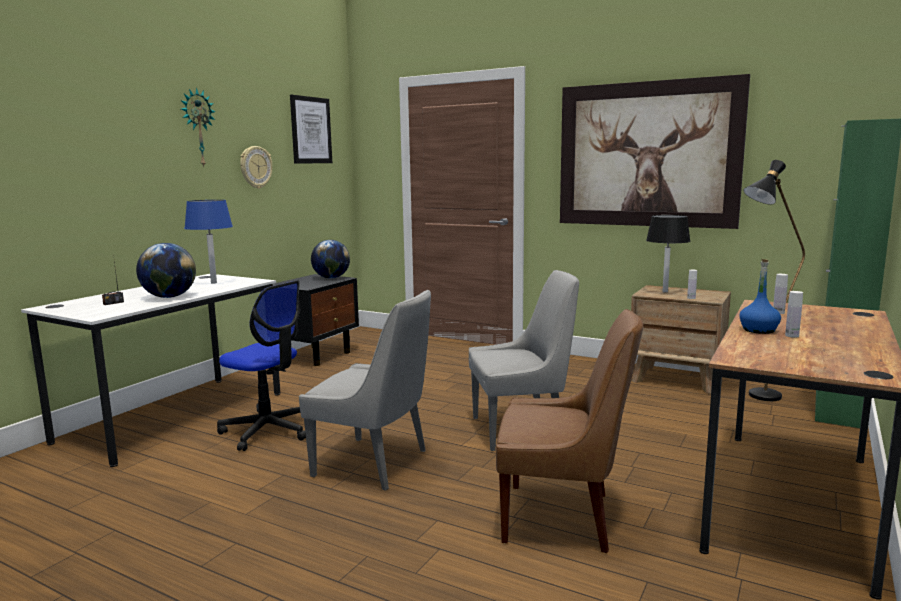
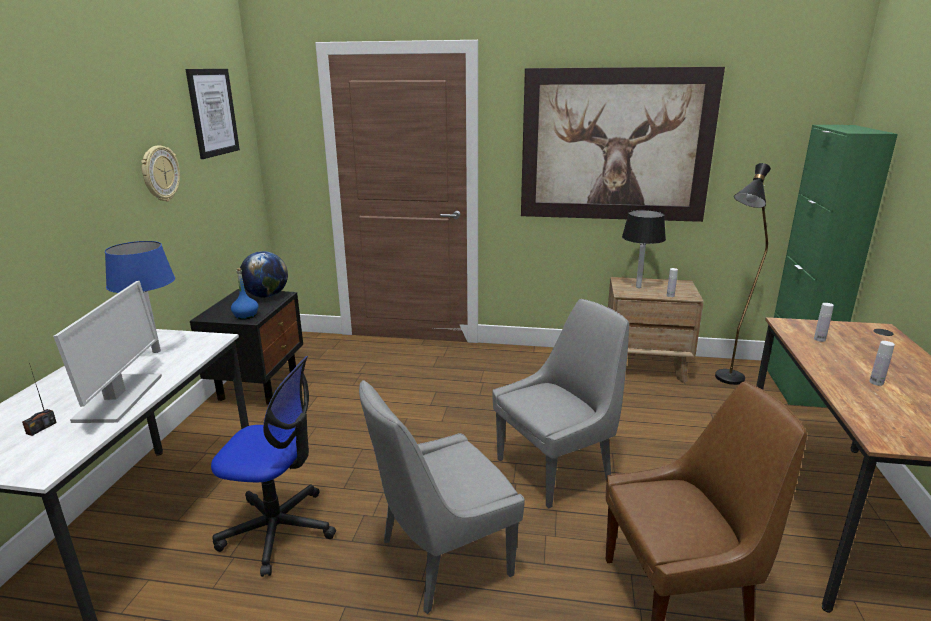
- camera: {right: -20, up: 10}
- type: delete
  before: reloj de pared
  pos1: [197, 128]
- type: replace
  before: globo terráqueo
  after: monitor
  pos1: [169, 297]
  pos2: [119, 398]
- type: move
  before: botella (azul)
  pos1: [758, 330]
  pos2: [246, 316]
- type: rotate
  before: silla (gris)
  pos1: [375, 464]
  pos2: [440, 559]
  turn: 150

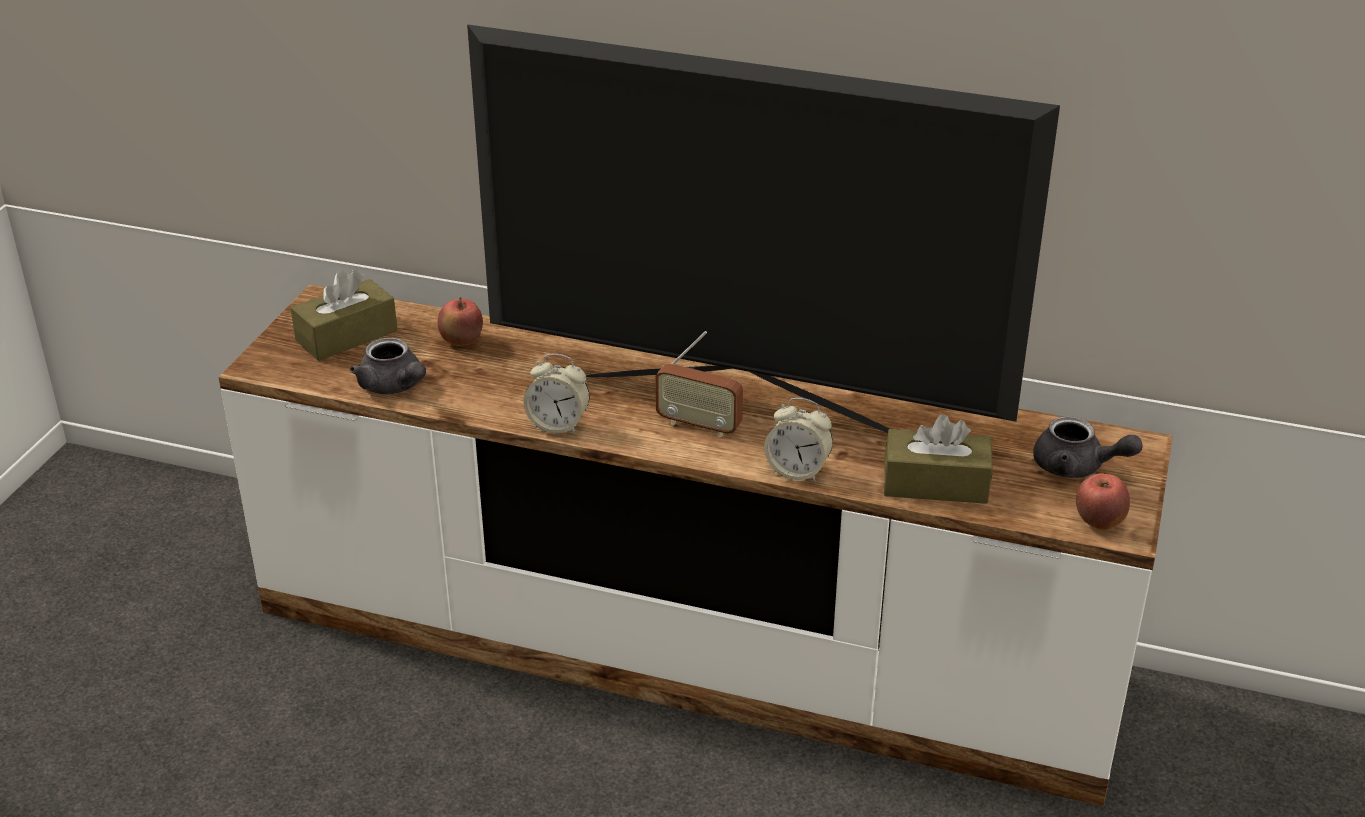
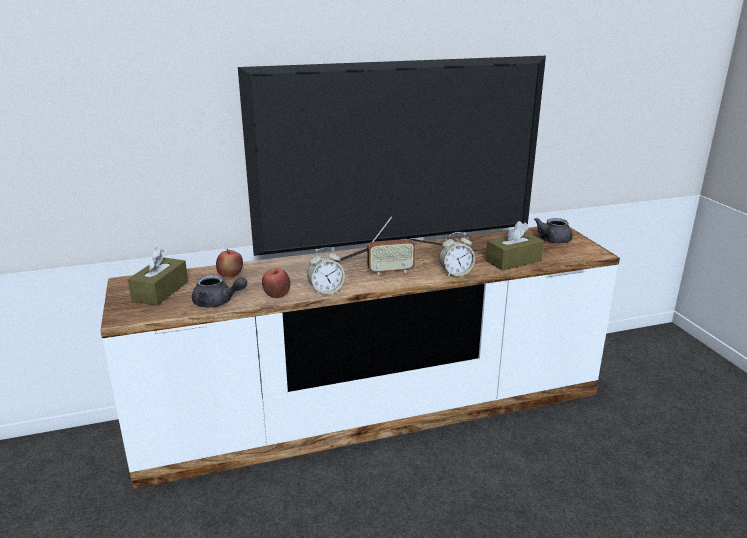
- camera: {right: -35, up: -10}
- type: rotate
  before: tetera (gris)
  pos1: [1077, 467]
  pos2: [551, 240]
  turn: 135
- type: move
  before: manzana
  pos1: [1098, 523]
  pos2: [277, 296]

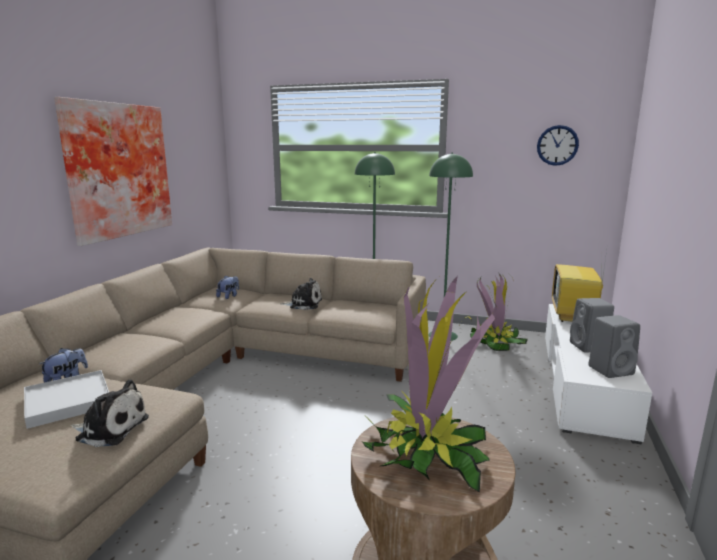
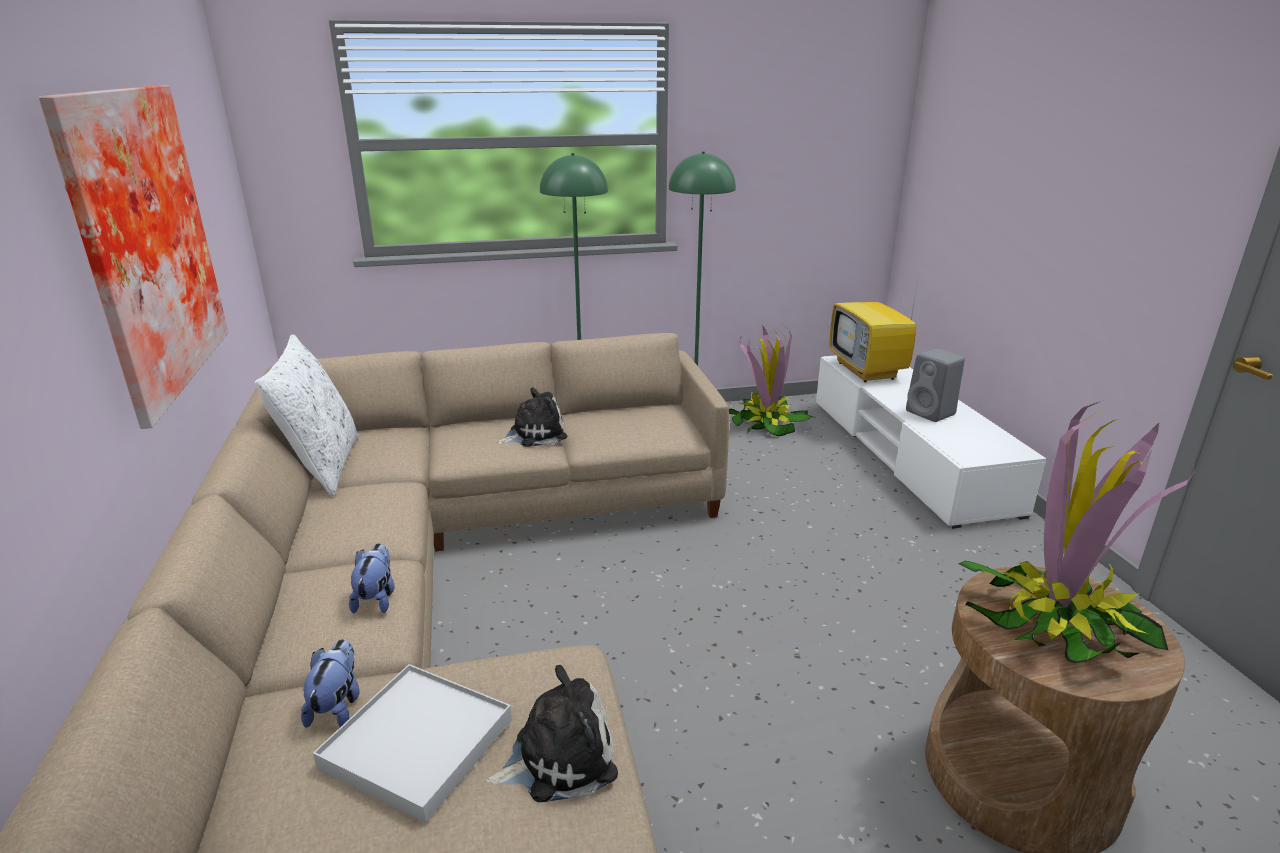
- camera: {right: -30, up: 10}
- type: delete
  before: reloj de pared
  pos1: [557, 145]
- type: move
  before: peluche
  pos1: [229, 296]
  pos2: [377, 598]
- type: delete
  before: altavoz (gris)
  pos1: [611, 370]
- type: insert
  after: cojín (blanco)
  pos2: [323, 466]

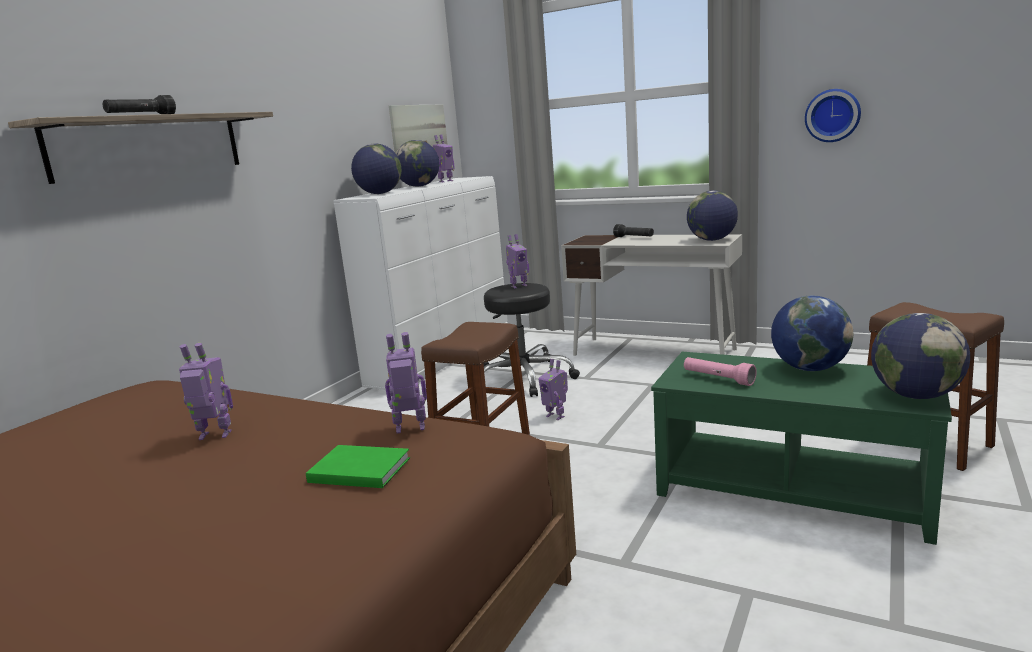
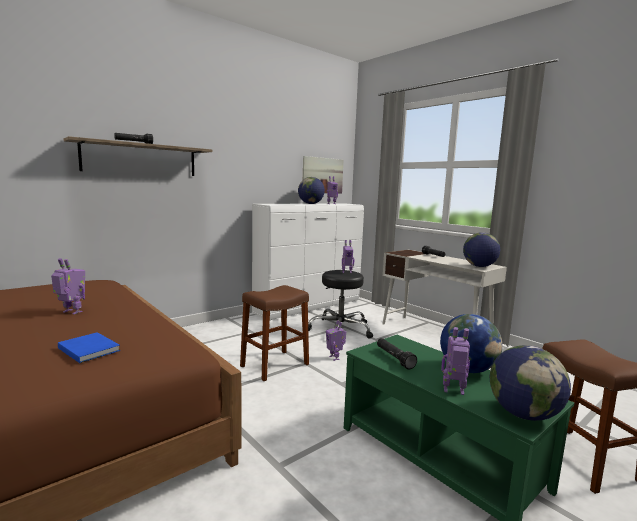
- camera: {right: 20, up: -5}
- type: delete
  before: reloj de pared
  pos1: [832, 115]
- type: delete
  before: globo terráqueo
  pos1: [379, 194]
- type: move
  before: robot de juguete
  pos1: [410, 429]
  pos2: [453, 391]
- type: recolor
  before: linterna (rosa)
  after: linterna (negro)
  pos1: [718, 379]
  pos2: [394, 358]
- type: recolor
  before: libro (verde)
  after: libro (azul)
  pos1: [358, 469]
  pos2: [89, 349]

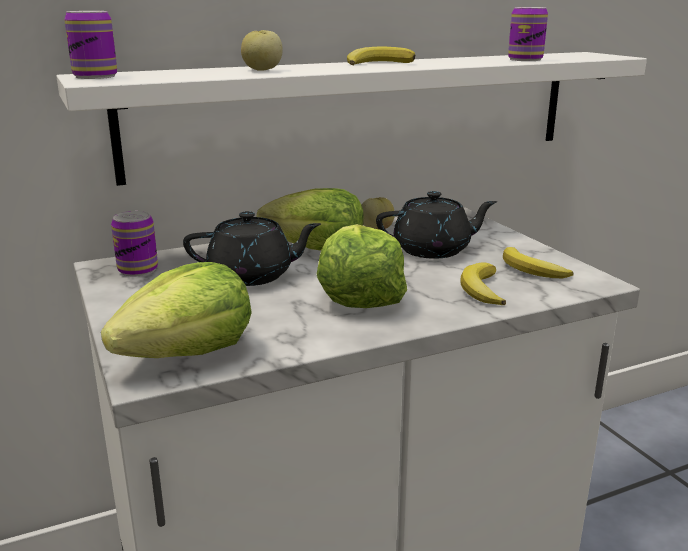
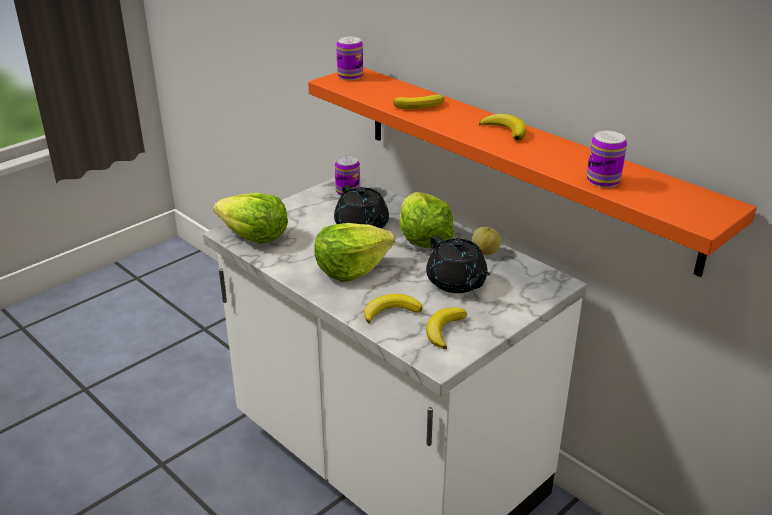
- camera: {right: 70, up: 10}
- type: replace
  before: manzana
  after: plátano
  pos1: [262, 70]
  pos2: [421, 105]
- type: recolor
  before: estante (blanco)
  after: estante (naranja)
  pos1: [362, 111]
  pos2: [519, 161]

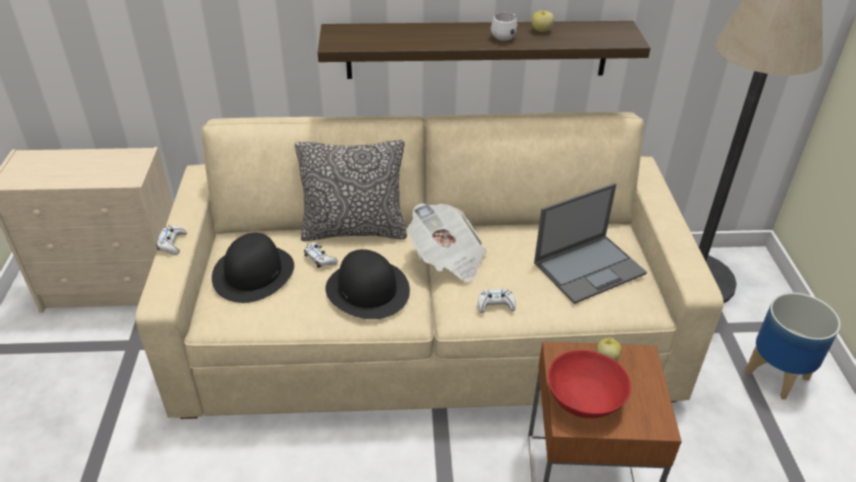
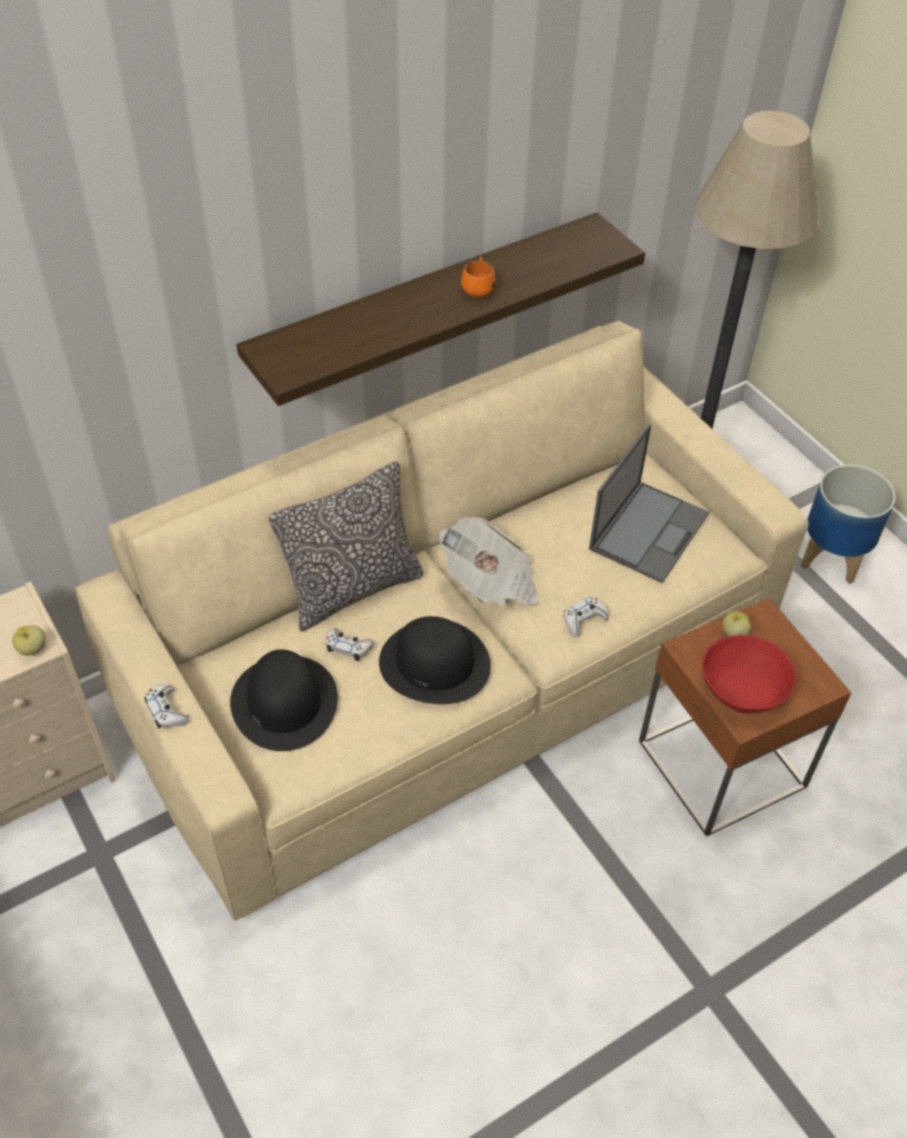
- camera: {right: -30, up: 10}
- type: move
  before: manzana
  pos1: [541, 31]
  pos2: [32, 649]
- type: recolor
  before: taza grande (blanco)
  after: taza grande (naranja)
  pos1: [505, 36]
  pos2: [478, 288]

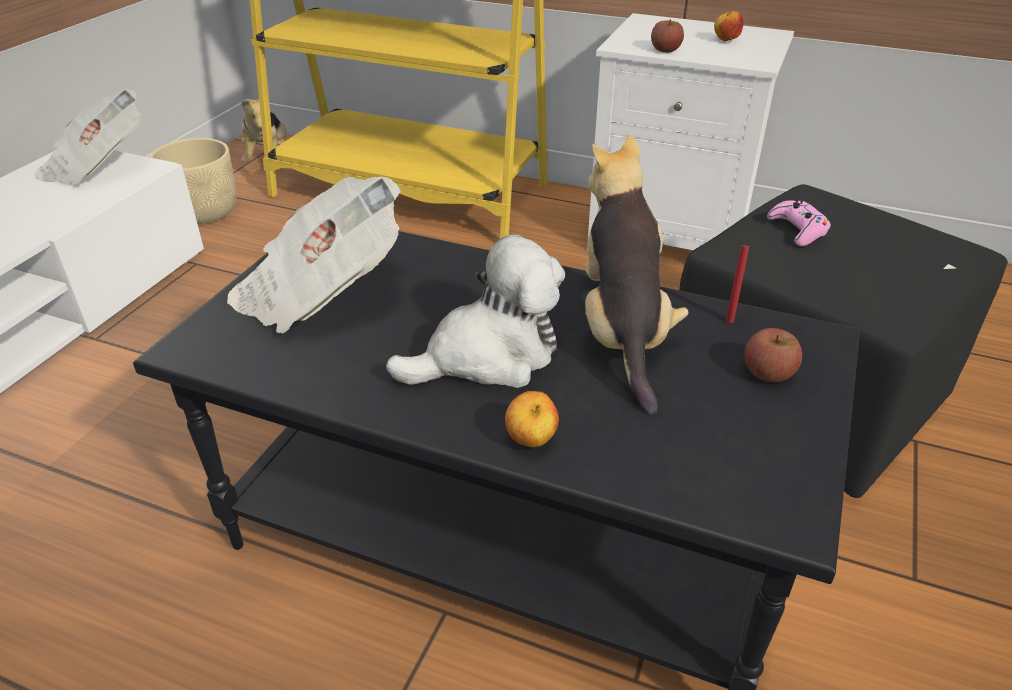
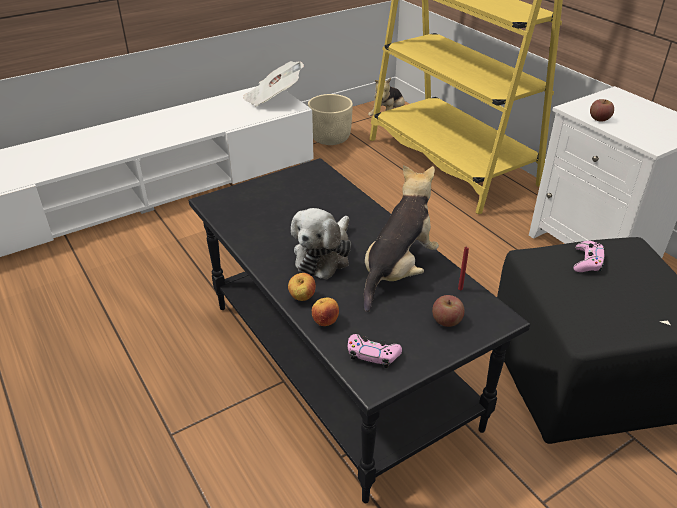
- camera: {right: 35, up: 0}
- type: move
  before: manzana
  pos1: [726, 41]
  pos2: [325, 322]
- type: delete
  before: periódico
  pos1: [319, 292]
- type: rotate
  before: peluche
  pos1: [488, 356]
  pos2: [324, 255]
  turn: 105
- type: insert
  after: mando de consola (rosa)
  pos2: [373, 354]

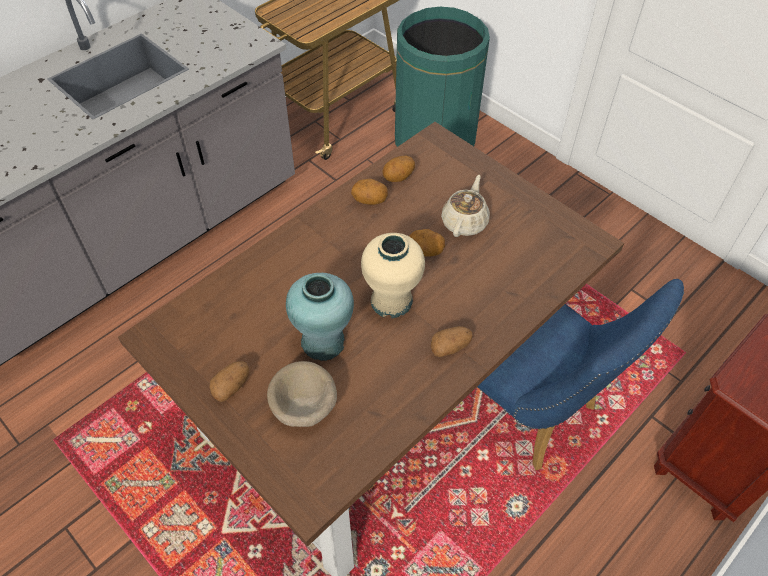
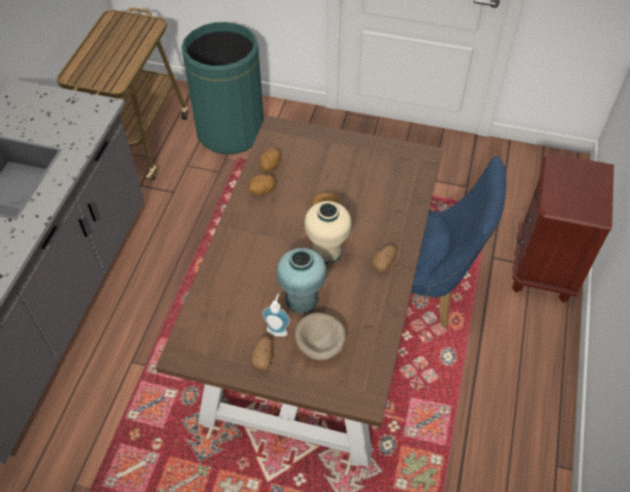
- camera: {right: -30, up: 0}
- type: delete
  before: tetera (beis)
  pos1: [465, 222]
- type: insert
  after: dispensador de jabón
  pos2: [278, 329]

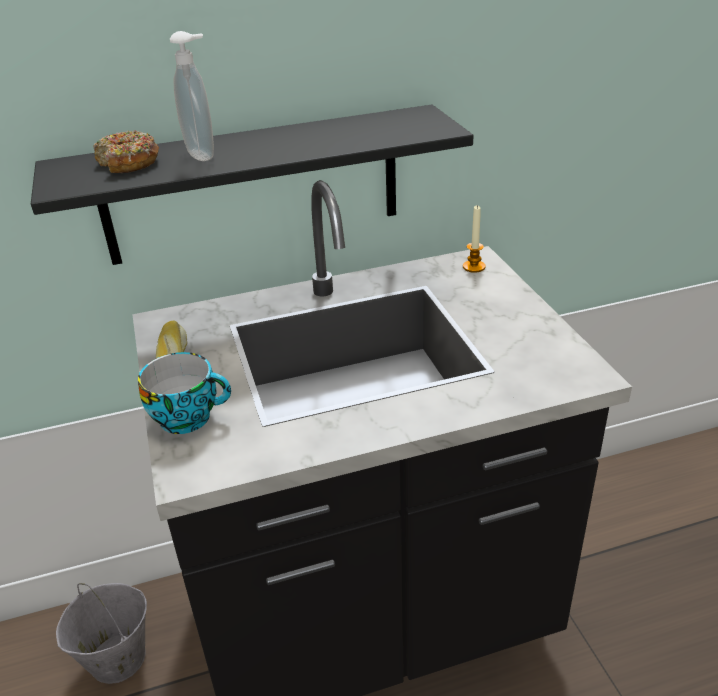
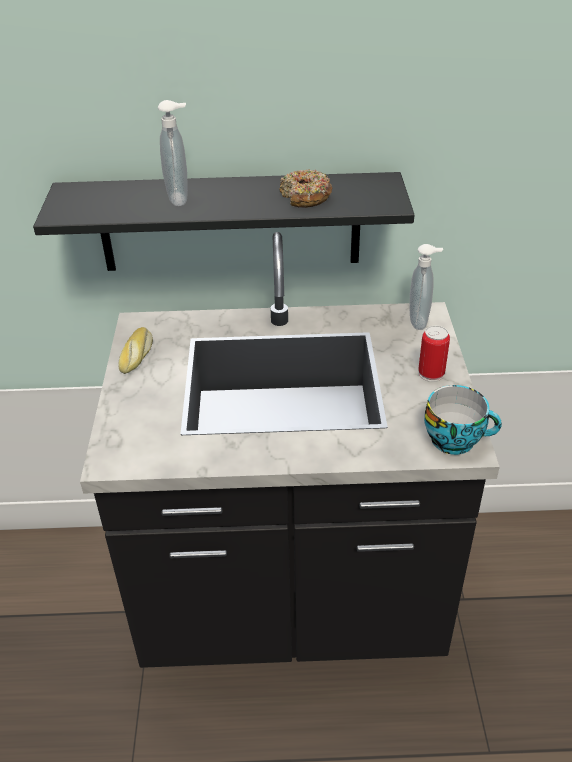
- camera: {right: 15, up: 5}
- type: move
  before: rosquilla
  pos1: [129, 163]
  pos2: [305, 197]
- type: replace
  before: vela
  after: dispensador de jabón
  pos1: [474, 267]
  pos2: [420, 321]
- type: move
  before: taza
  pos1: [189, 416]
  pos2: [456, 439]
- type: delete
  before: cubo (gris)
  pos1: [117, 659]
- type: insert
  after: lata
  pos2: [431, 374]

